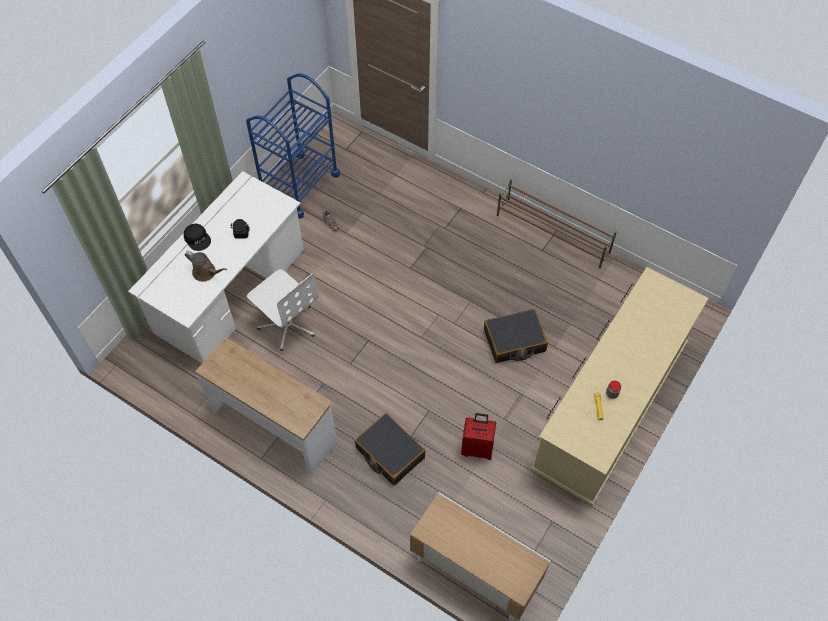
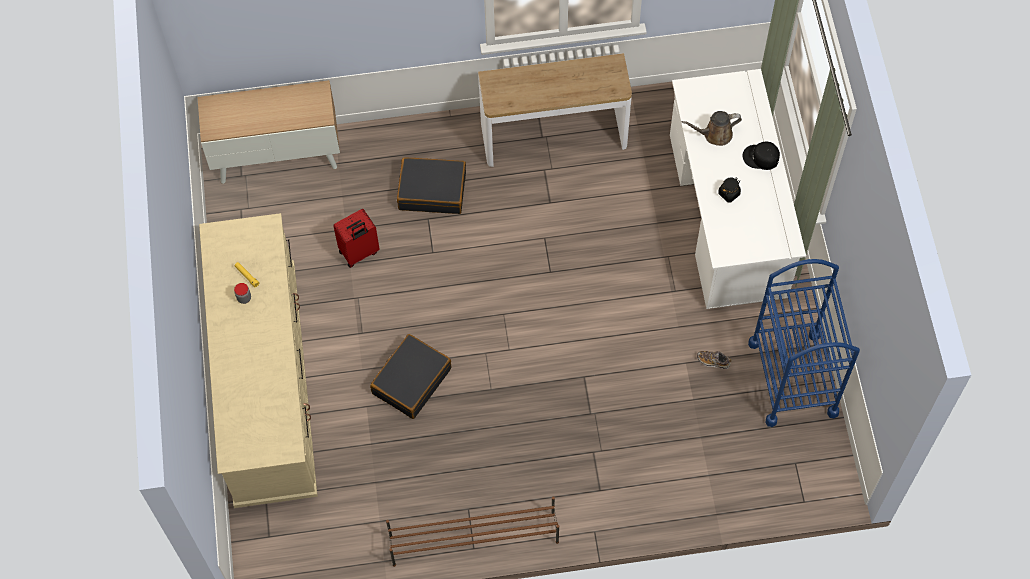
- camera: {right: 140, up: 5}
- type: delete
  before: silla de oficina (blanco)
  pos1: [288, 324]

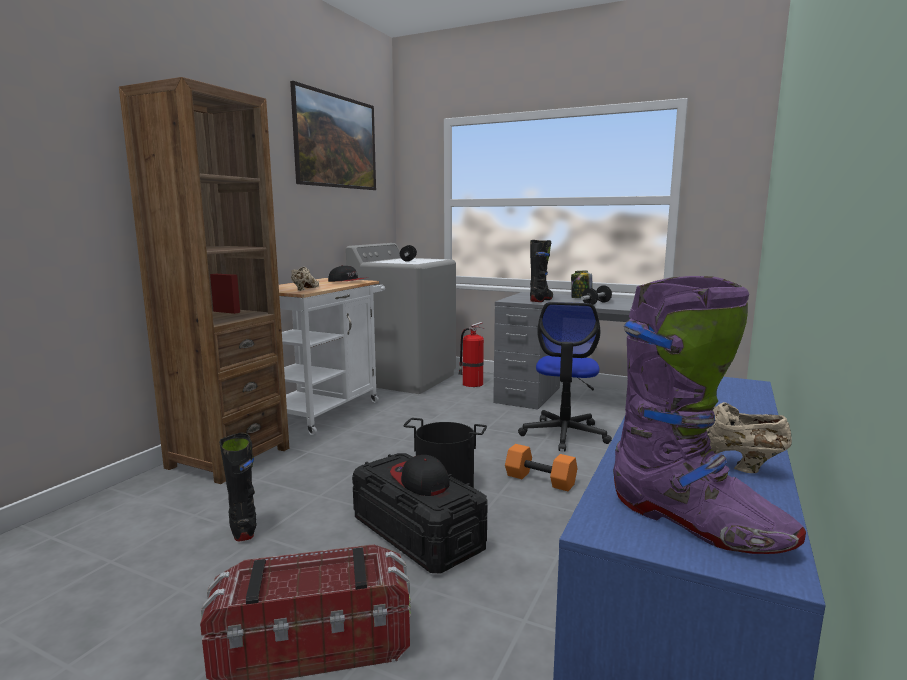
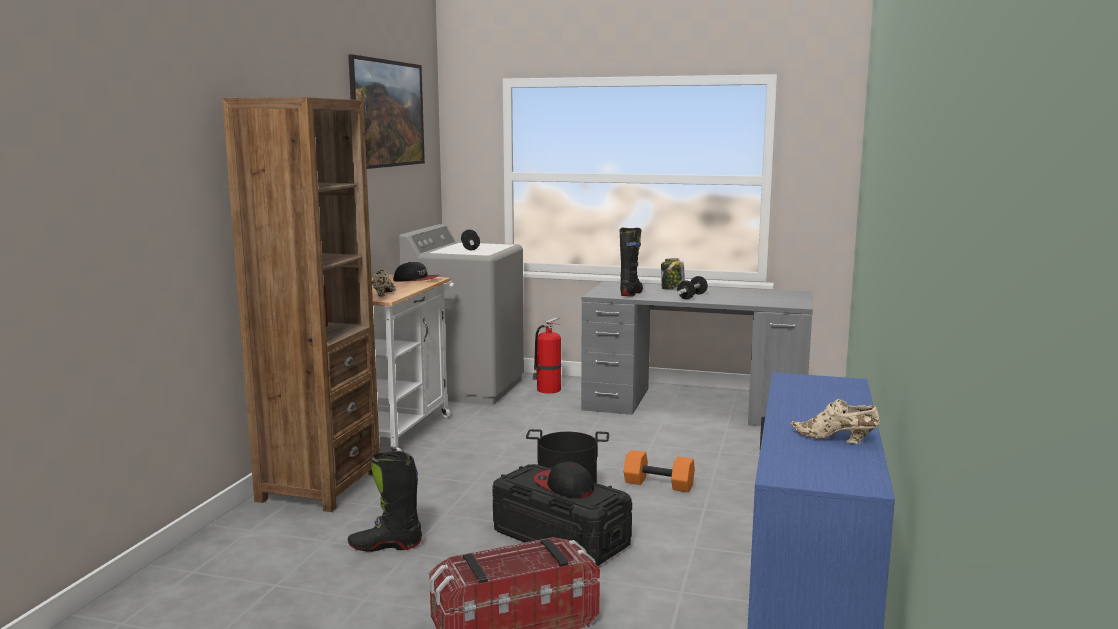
- camera: {right: -10, up: 0}
- type: delete
  before: bota (morado)
  pos1: [695, 524]
- type: delete
  before: silla de oficina
  pos1: [564, 434]
- type: rotate
  before: bota (negro)
  pos1: [243, 526]
  pos2: [385, 546]
  turn: -60

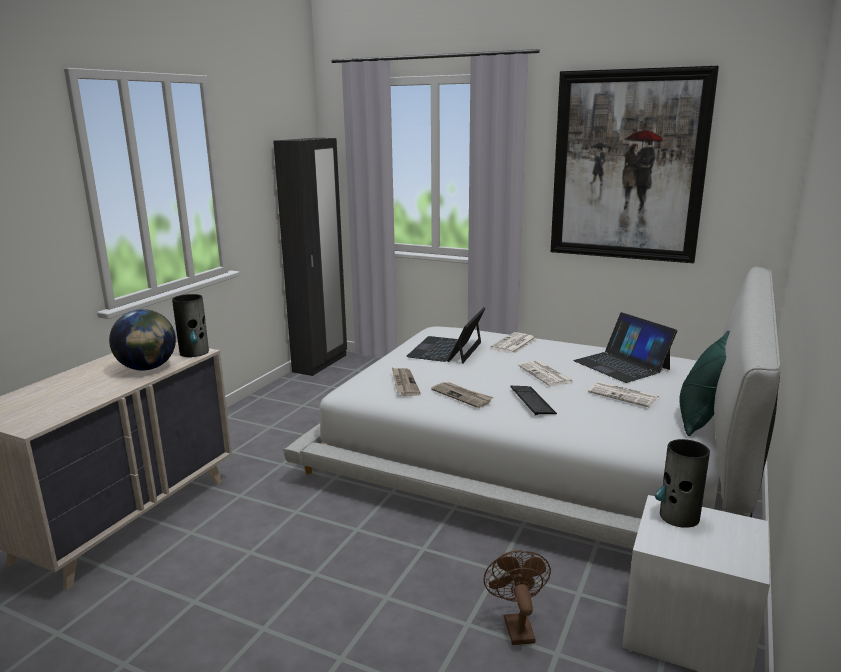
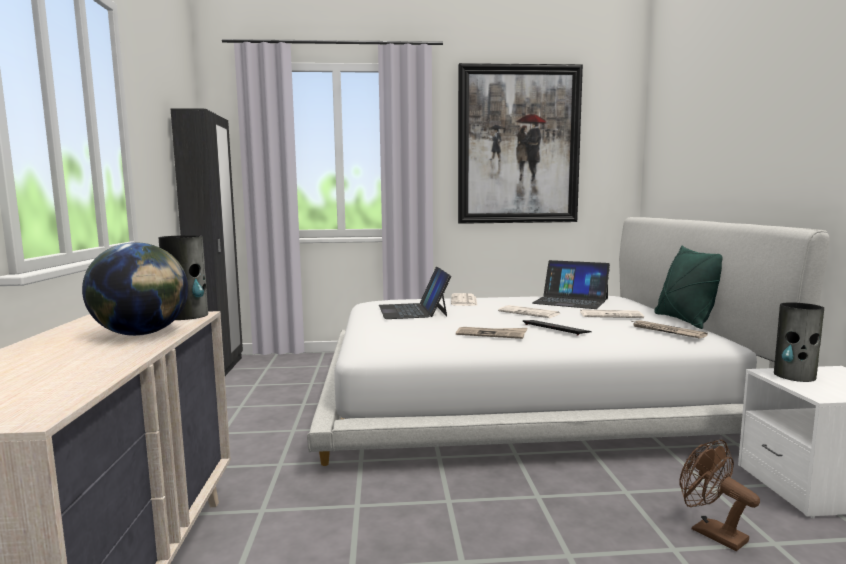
- camera: {right: -30, up: -10}
- type: move
  before: periódico
  pos1: [404, 383]
  pos2: [666, 331]

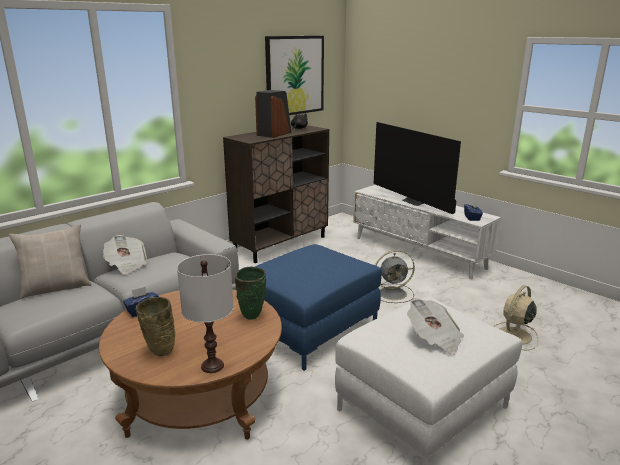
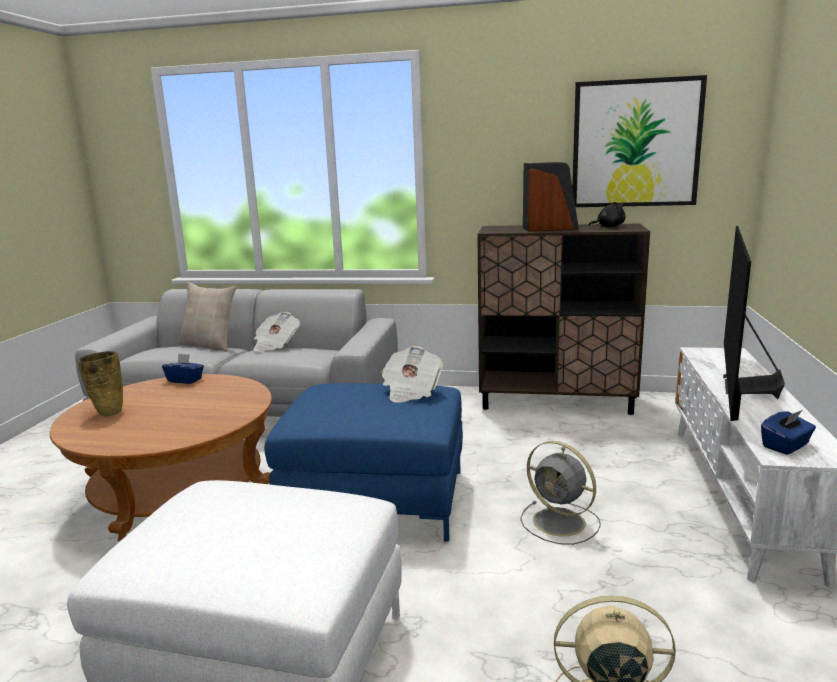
- camera: {right: 55, up: -5}
- type: delete
  before: lámpara de mesa (blanco)
  pos1: [212, 366]
- type: delete
  before: florero (verde)
  pos1: [251, 317]
- type: move
  before: periódico
  pos1: [434, 339]
  pos2: [411, 391]

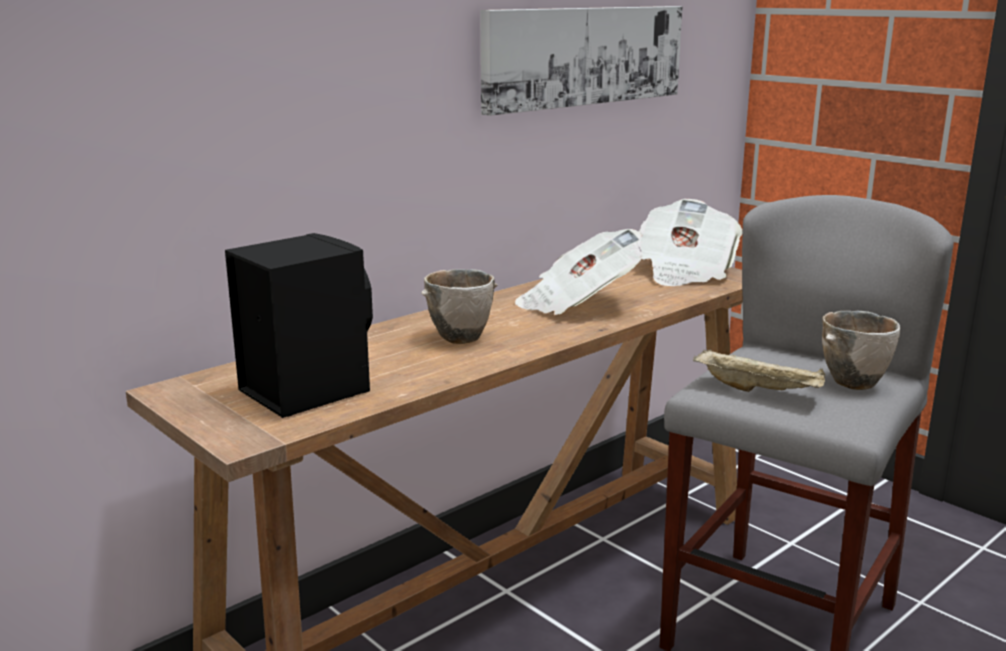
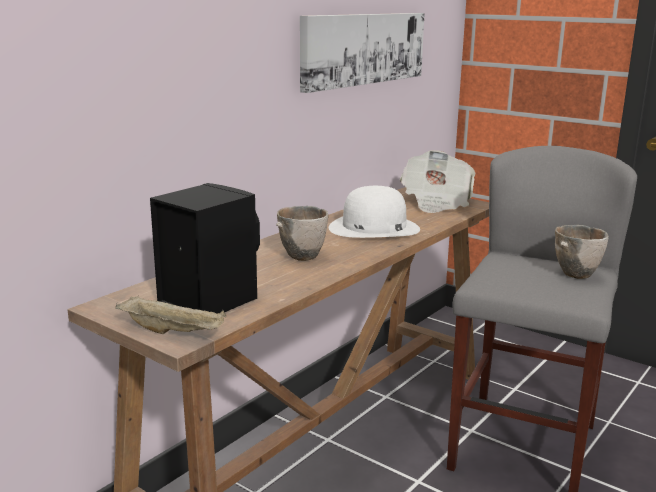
- camera: {right: -10, up: 0}
- type: replace
  before: periódico
  after: sombrero (blanco)
  pos1: [578, 304]
  pos2: [373, 228]
- type: move
  before: bandeja (beis)
  pos1: [759, 390]
  pos2: [174, 332]

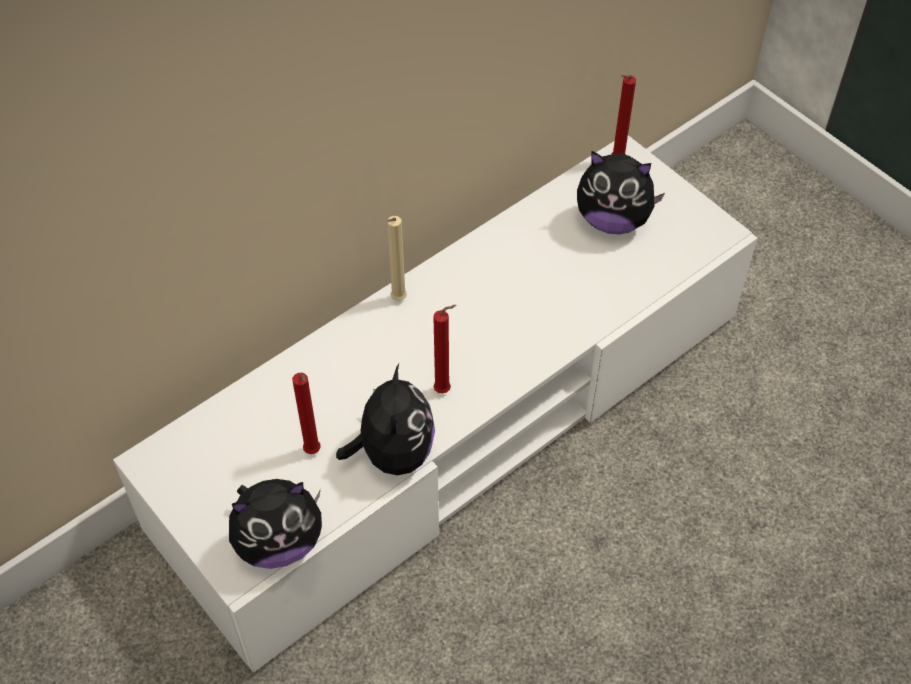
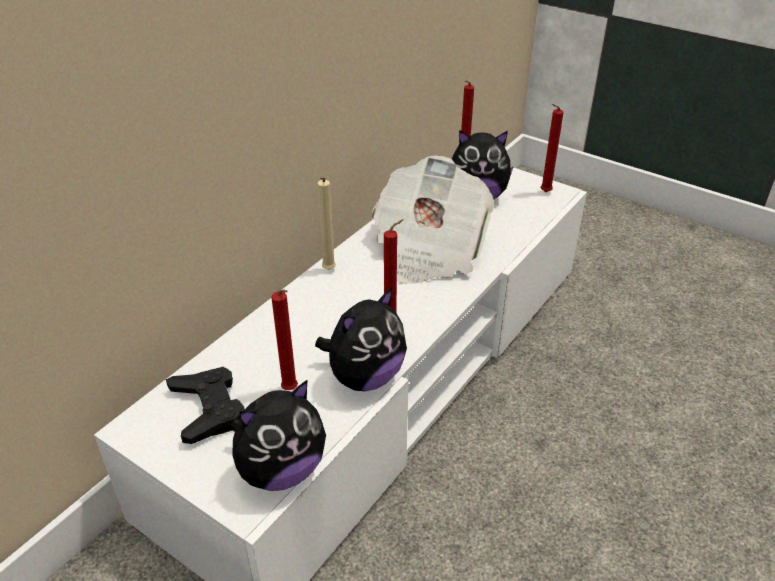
- camera: {right: -15, up: -15}
- type: rotate
  before: peluche
  pos1: [393, 453]
  pos2: [365, 377]
  turn: 60
- type: insert
  after: vela (rojo)
  pos2: [544, 192]
- type: insert
  after: periódico
  pos2: [429, 249]
- type: insert
  after: mando de consola (negro)
  pos2: [208, 409]

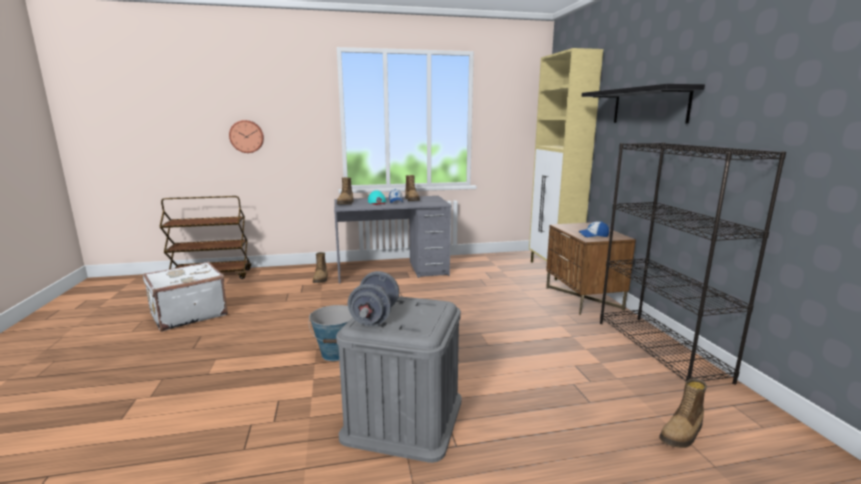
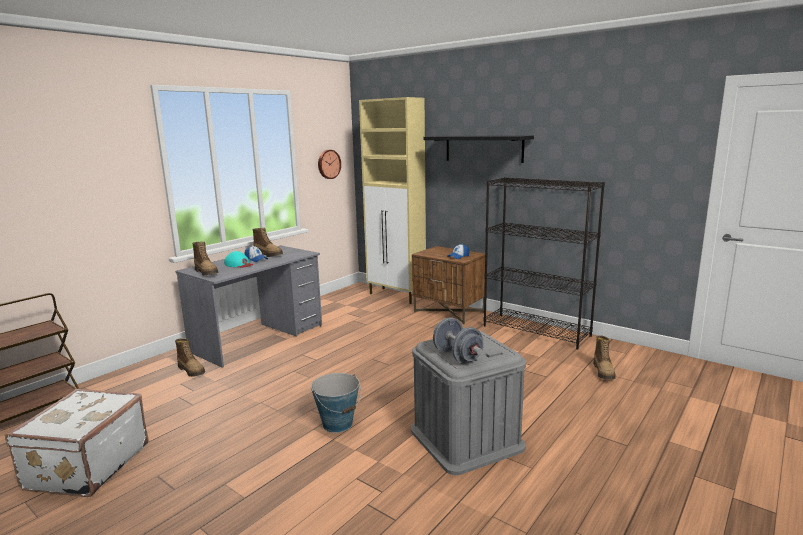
- camera: {right: -40, up: 0}
- type: move
  before: reloj de pared
  pos1: [247, 136]
  pos2: [328, 164]

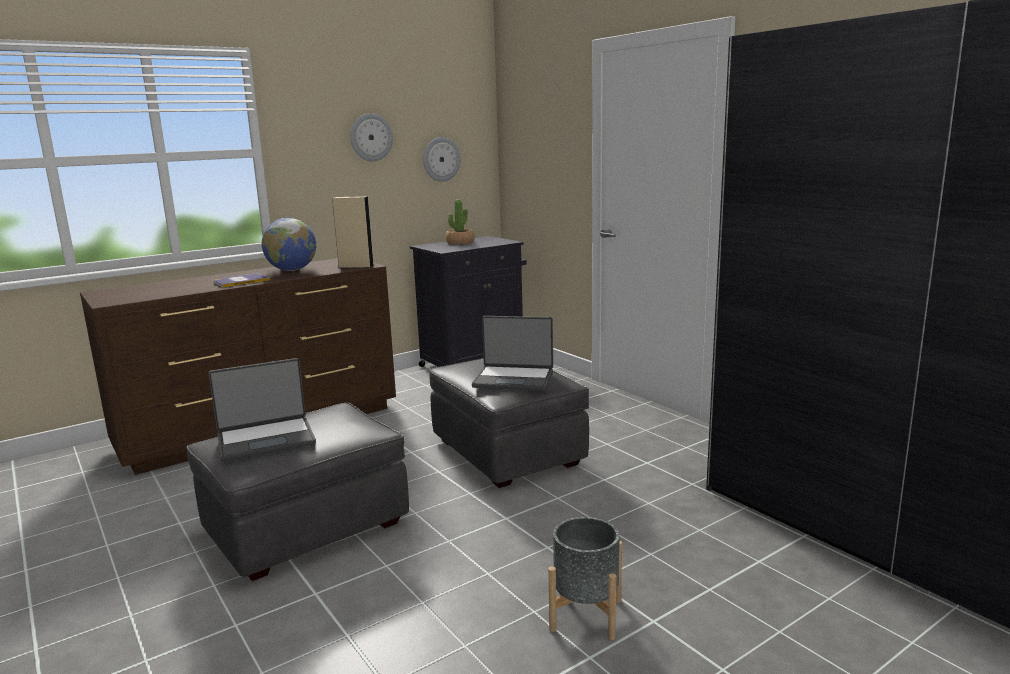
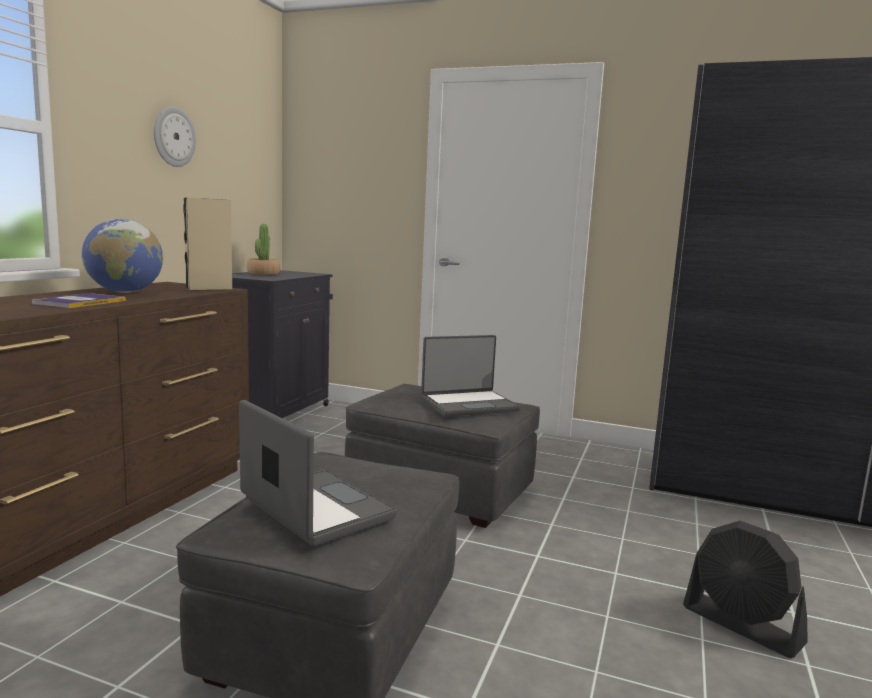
- camera: {right: -35, up: -5}
- type: delete
  before: reloj de pared
  pos1: [441, 159]
- type: rotate
  before: portátil
  pos1: [266, 439]
  pos2: [314, 509]
  turn: -75
- type: replace
  before: maceta (gris)
  after: ventilador (negro)
  pos1: [586, 614]
  pos2: [742, 625]

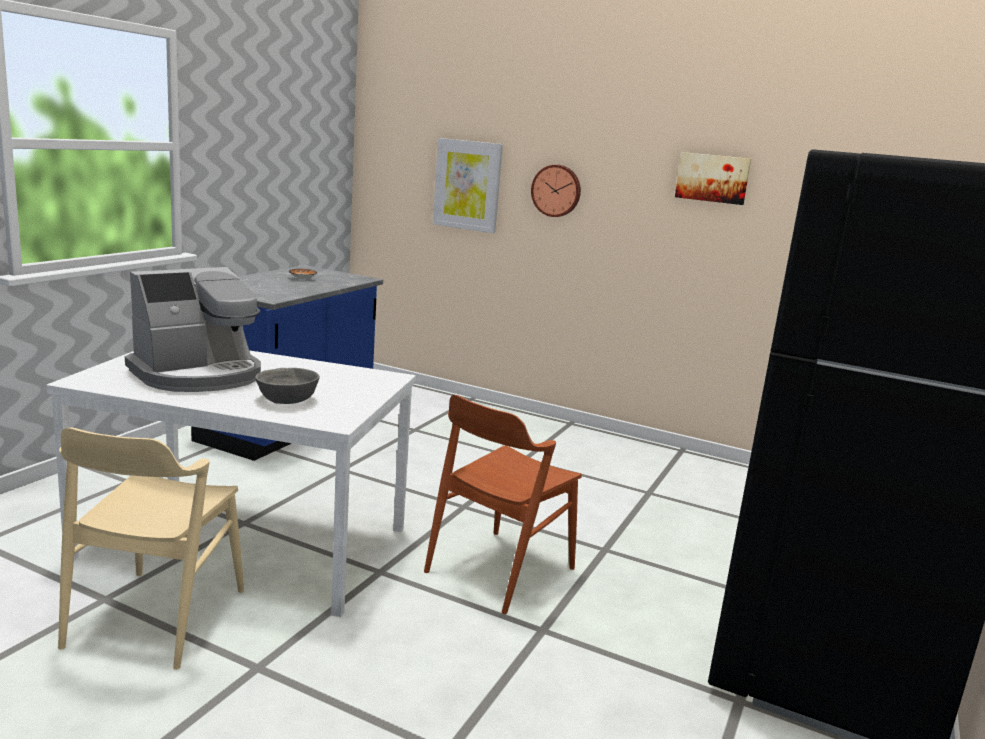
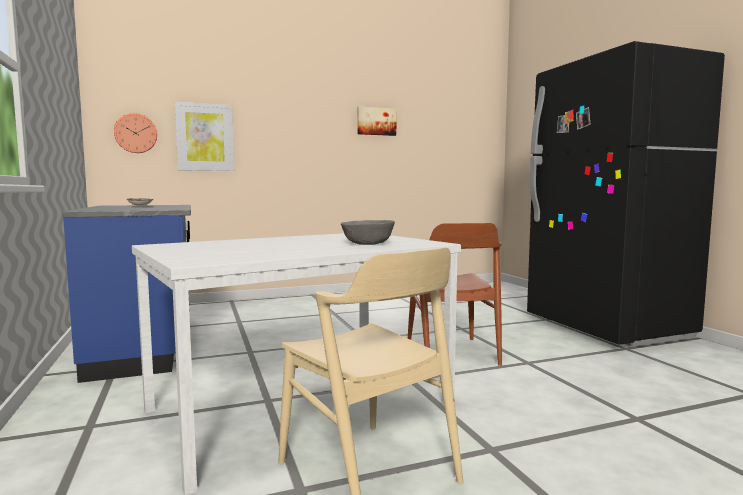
- camera: {right: -45, up: -10}
- type: move
  before: reloj de pared
  pos1: [556, 190]
  pos2: [136, 133]
- type: delete
  before: cafetera
  pos1: [199, 375]

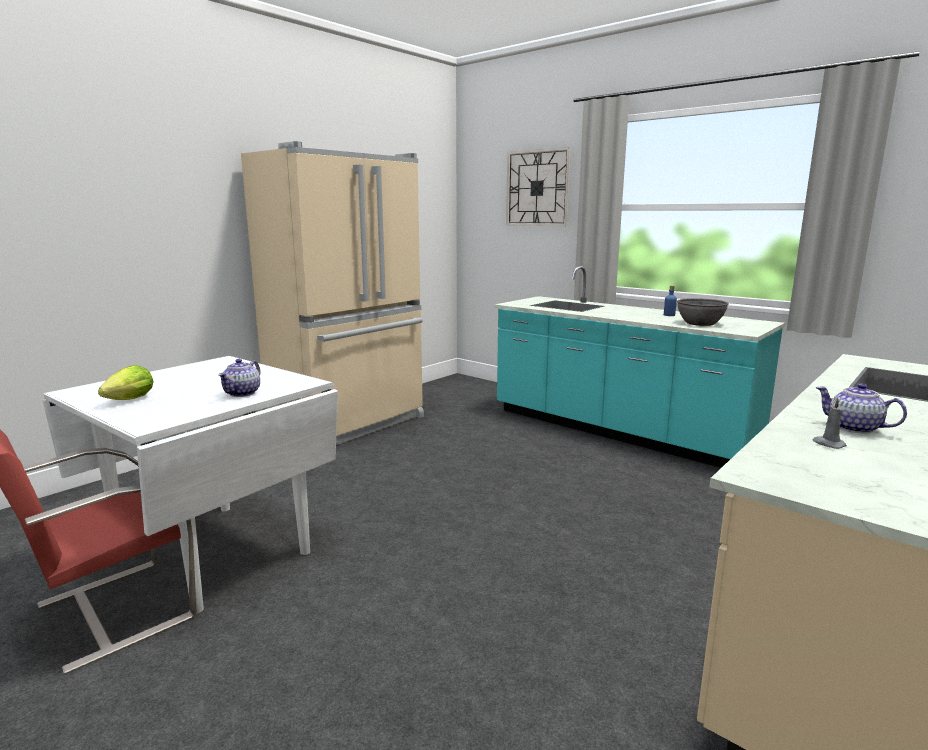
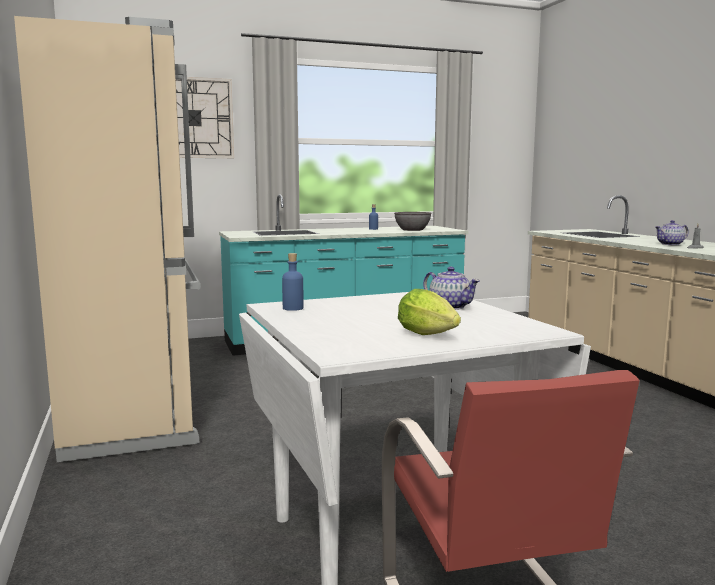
- camera: {right: -60, up: -5}
- type: insert
  after: botella (azul)
  pos2: [293, 308]

